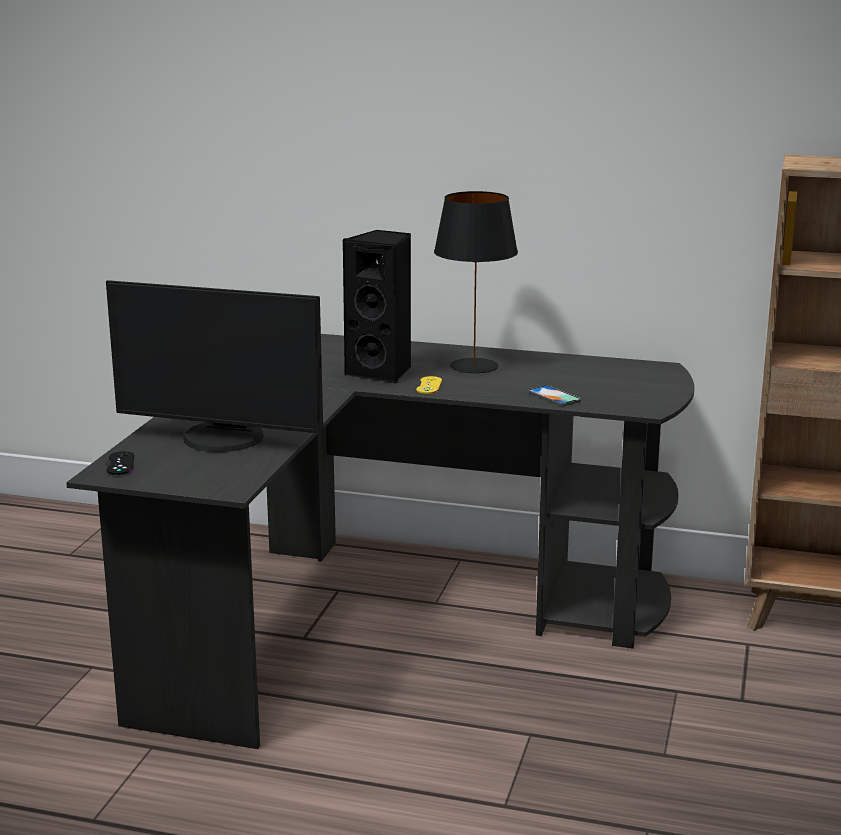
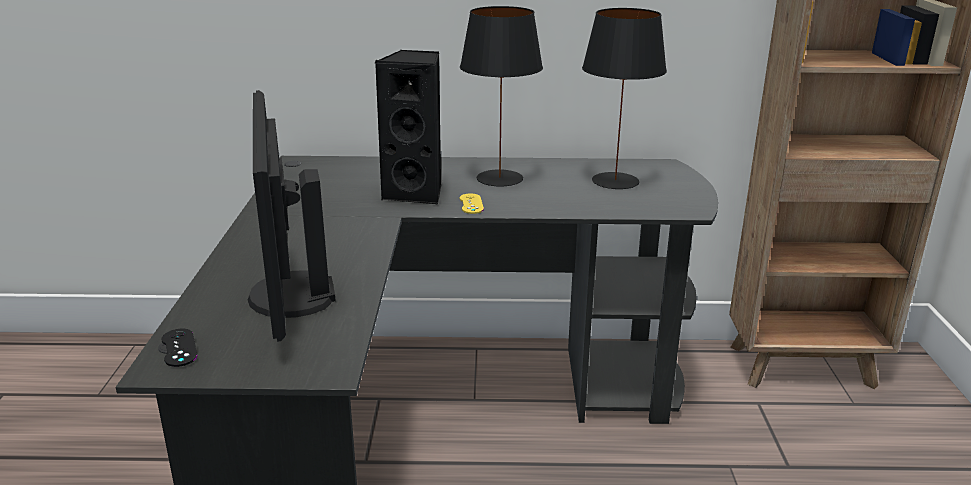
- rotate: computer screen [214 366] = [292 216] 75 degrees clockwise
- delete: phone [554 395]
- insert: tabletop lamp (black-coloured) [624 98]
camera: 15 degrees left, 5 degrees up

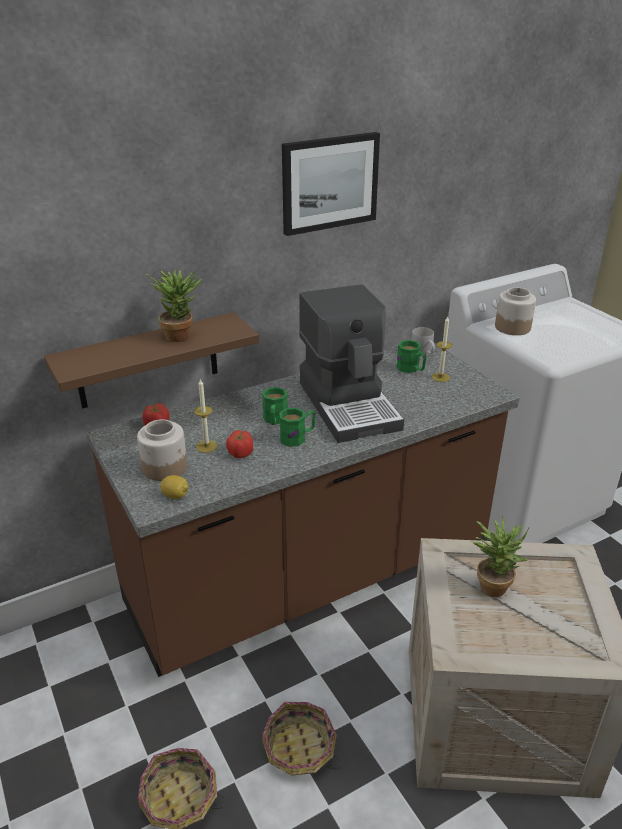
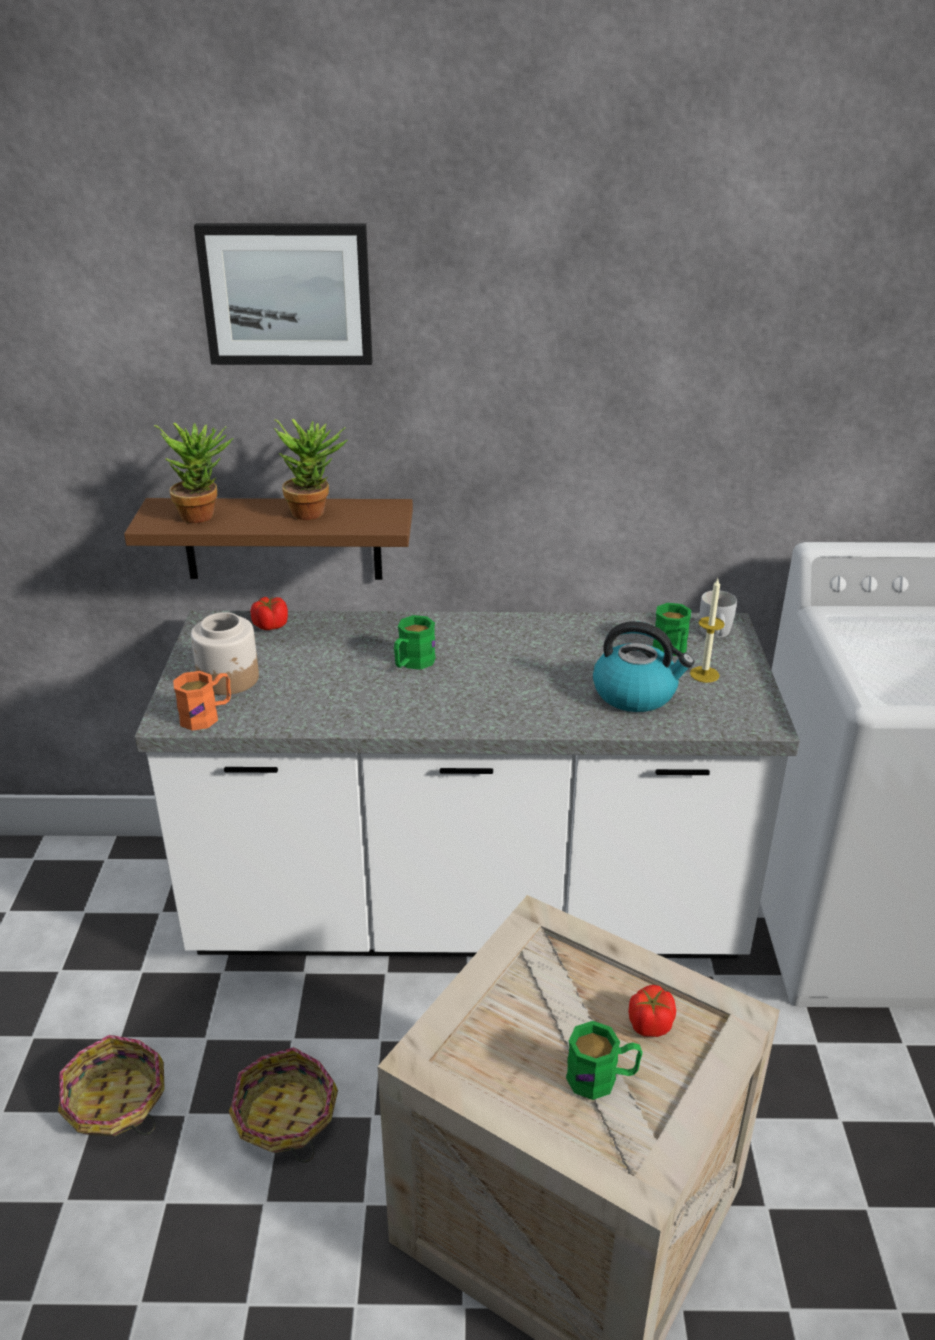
- recolor: kitchen counter (brown) [302 509] to kitchen counter (white) [467 784]
- replace: whole lemon [174 487] to mug (orange) [202 701]
- delete: candle [205 416]
- move: tomato [239 444] to [652 1011]
- move: mug (green-coloured) [297 427] to [604 1060]
- move: picture [331 184] to [283 294]
- delete: coffee maker [351 364]
- move: houseplant [500 556] to [193 473]
- delete: preserve jar [515 311]
- insert: tea kettle [643 666]
camera: 30 degrees right, 0 degrees up

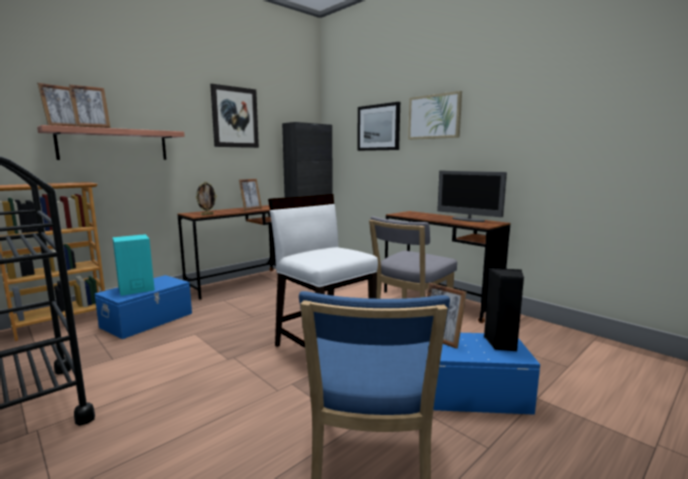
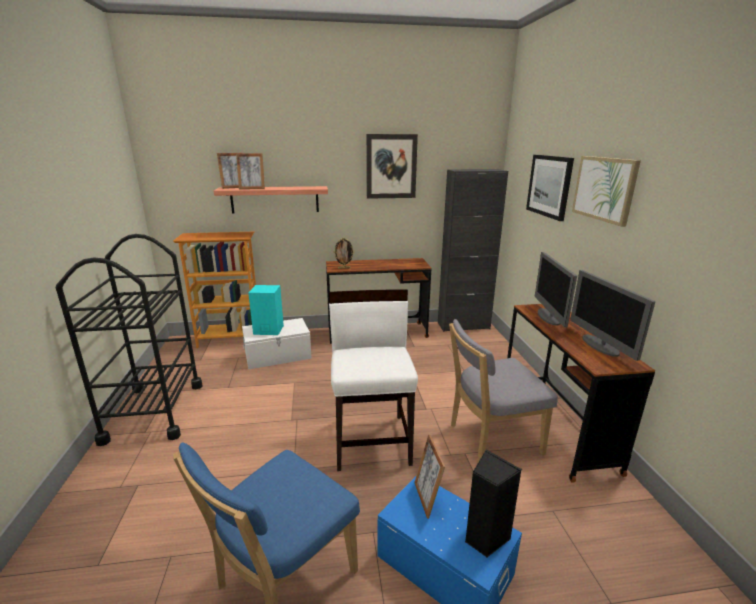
- recolor: storage container (bluish) [143 307] to storage container (white) [277 343]
- delete: photo frame [250 195]
- insert: computer screen [556 289]
camera: 35 degrees right, 10 degrees up

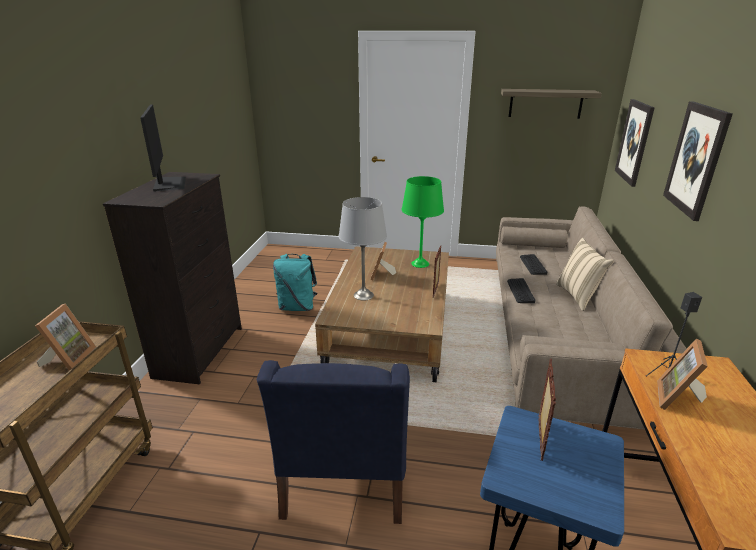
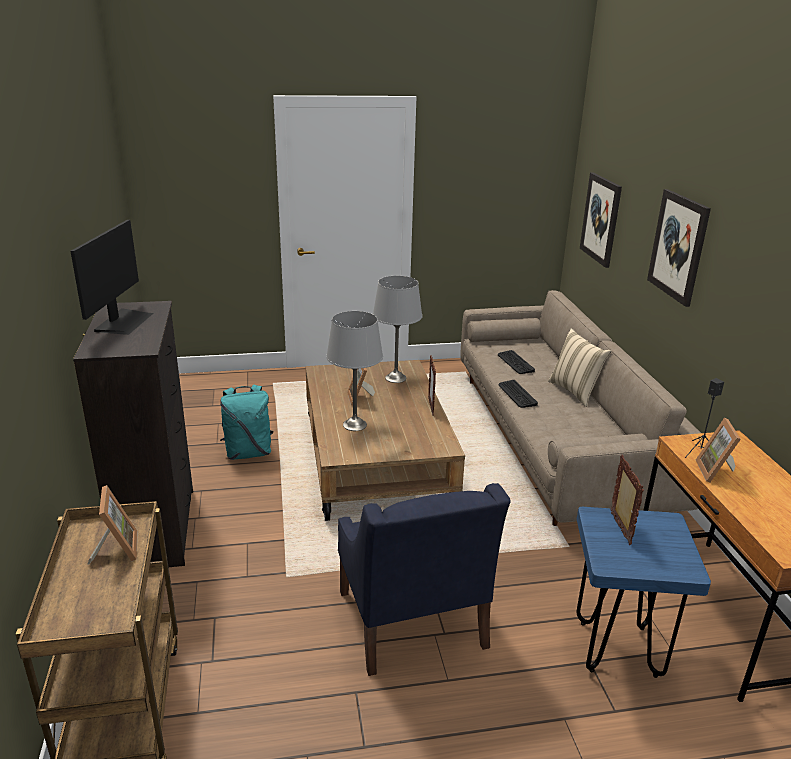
- rotate: computer screen [163 148] = [112 277] 45 degrees clockwise
- recolor: tabletop lamp (green-coloured) [423 222] to tabletop lamp (grey) [397 329]
- delete: shelf [551 104]
camera: 20 degrees left, 0 degrees up

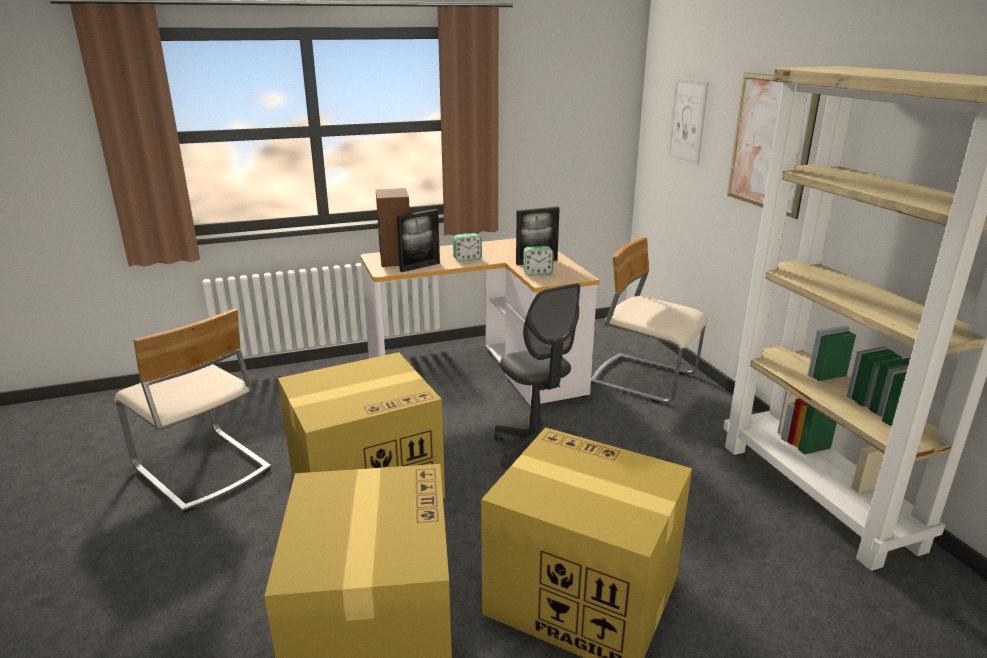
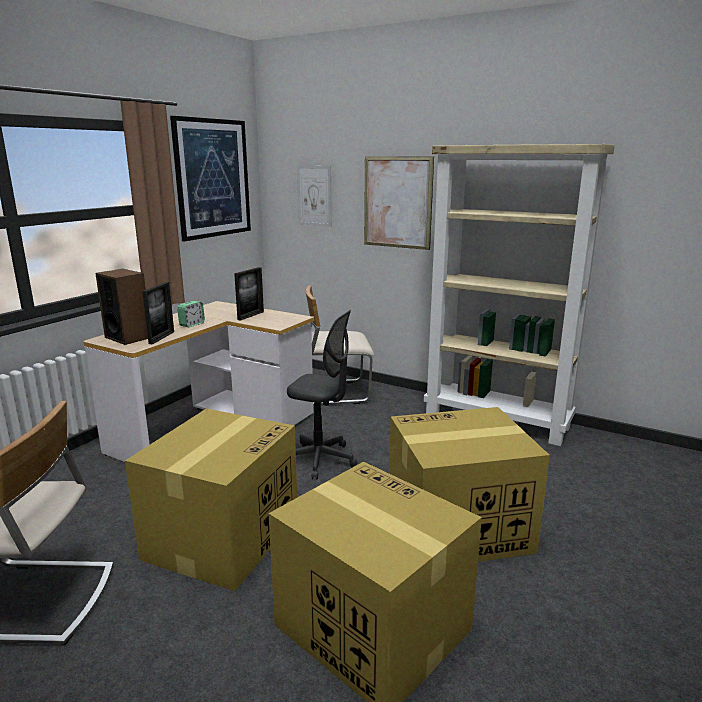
- delete: alarm clock [538 260]
- insert: picture [210 178]
camera: 40 degrees left, 5 degrees down

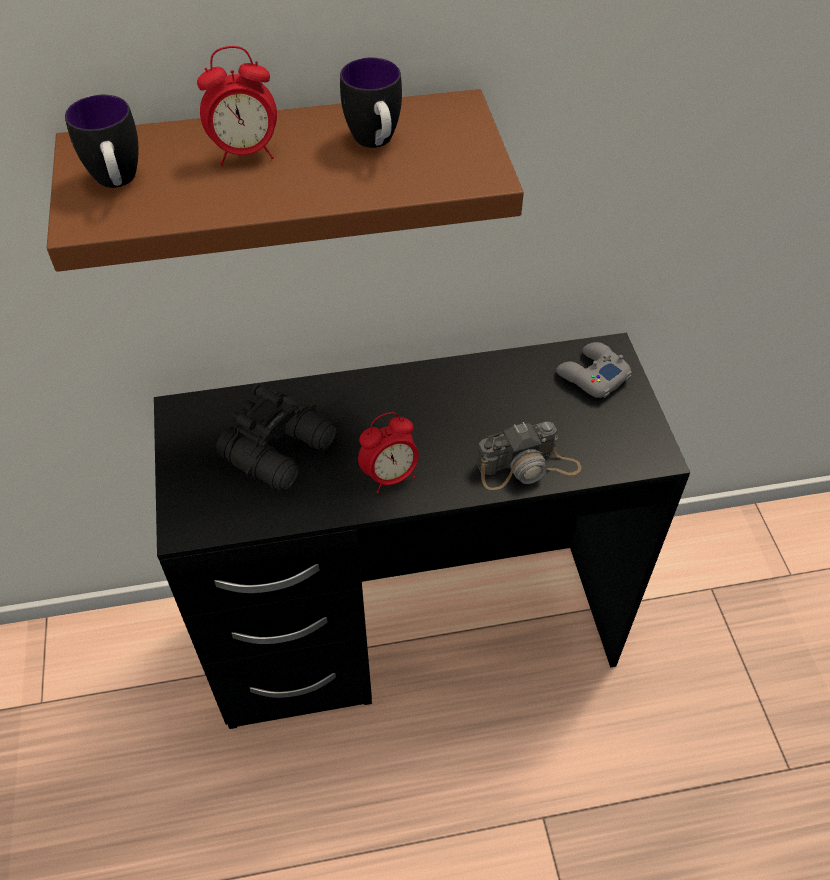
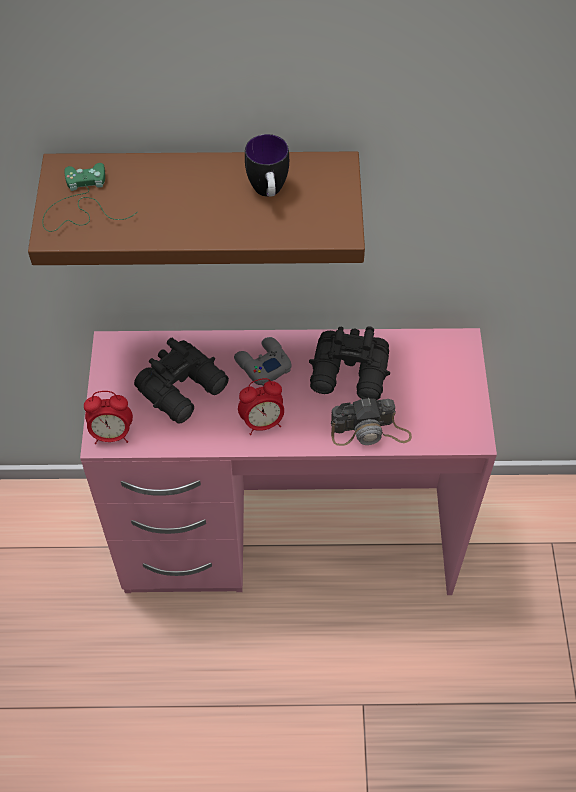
- replace: mug [102 141] to joypad (green-coloured) [89 197]
- recolor: desk (black-coloured) [422 531] to desk (pinkish) [288 461]
- move: alarm clock [237 106] to [108 417]
- move: joypad (grey) [594 370] to [262 361]
- insert: pair of binoculars (black-coloured) [349 363]
camera: 10 degrees right, 5 degrees up

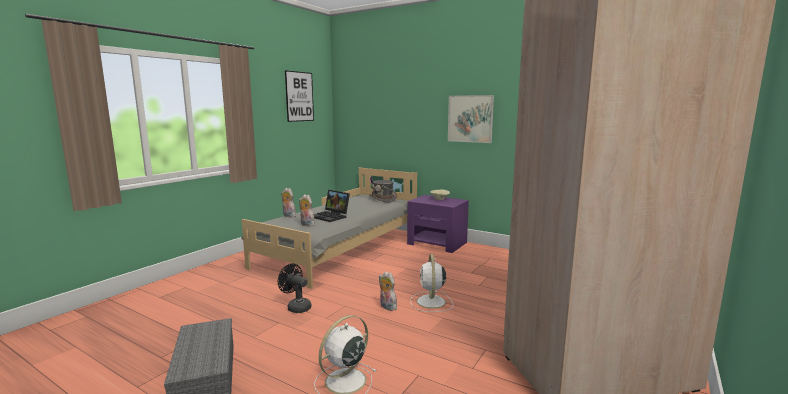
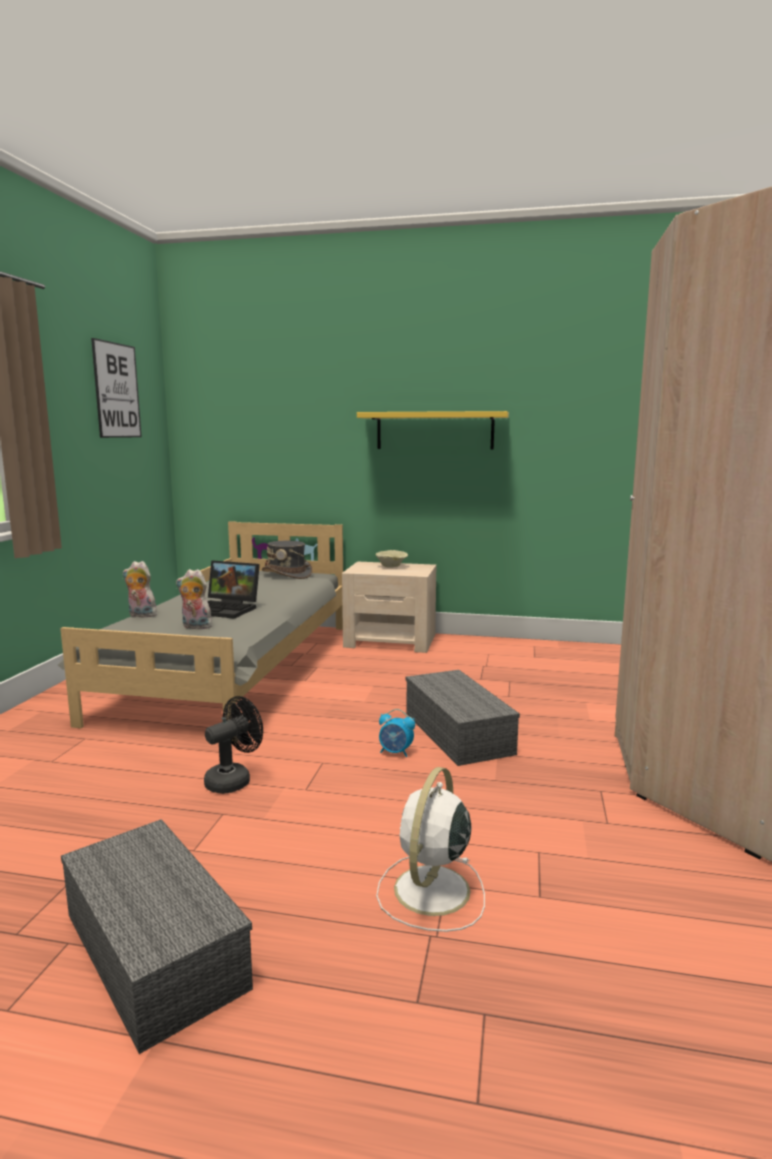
- rotate: electric fan (black-coloured) [294 288] = [233 745] 120 degrees clockwise
- replace: cuddly toy [388 291] to alarm clock [397 733]
- recolor: night table (purple) [438 224] to night table (beige) [389 607]
- replace: electric fan (white) [432 283] to storage container (grey) [463 718]
- replace: picture [471 119] to shelf (yellow) [433 430]
camera: 20 degrees left, 0 degrees up

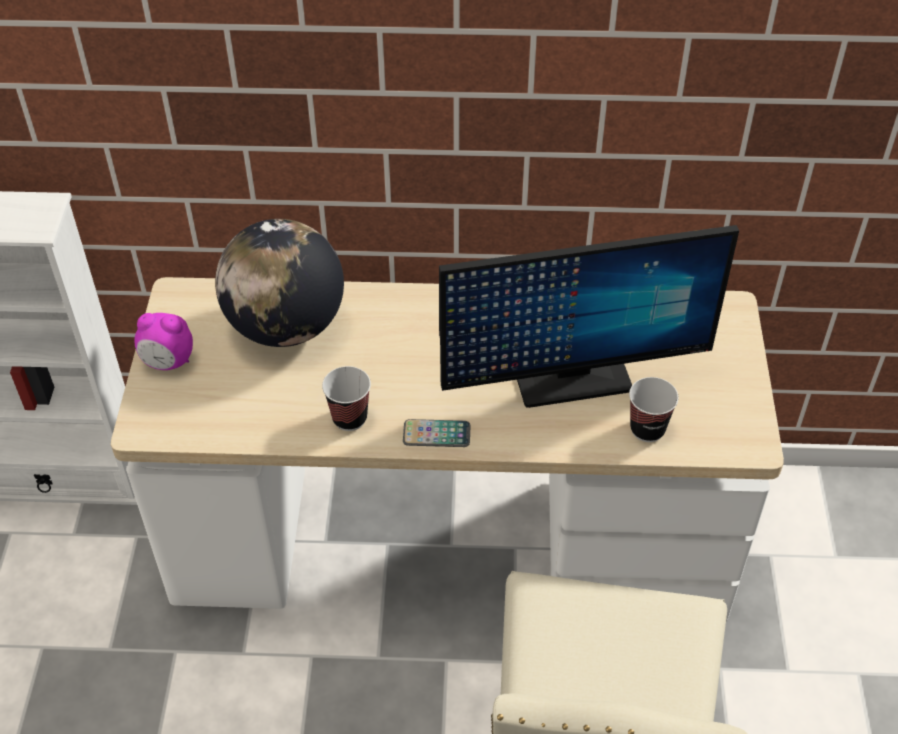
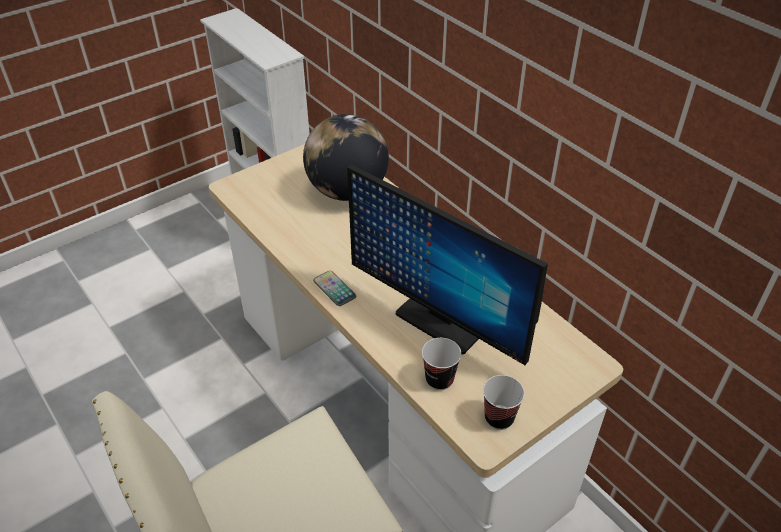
- delete: alarm clock [163 341]
- move: small cup [346 398] to [504 402]
camera: 50 degrees right, 5 degrees down

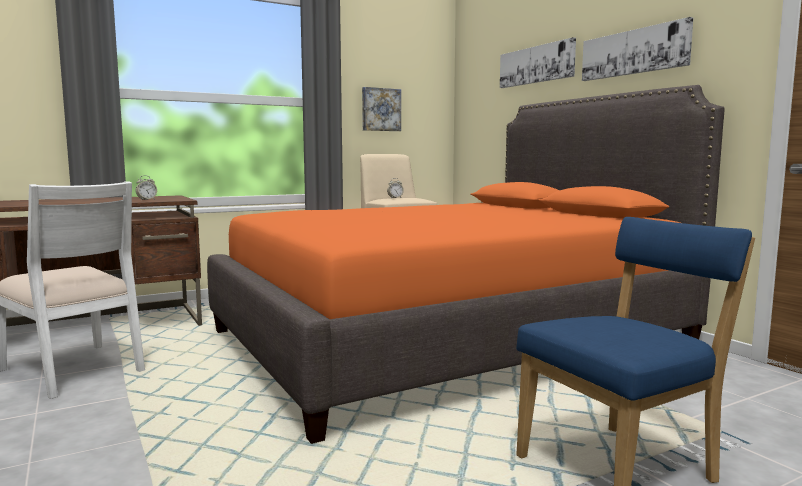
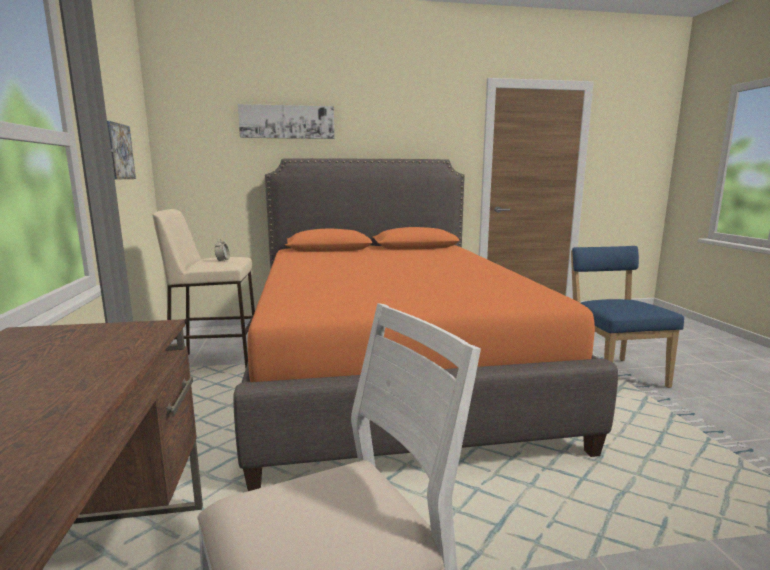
- delete: alarm clock [146 187]
- delete: picture [637 49]
camera: 70 degrees left, 5 degrees up

